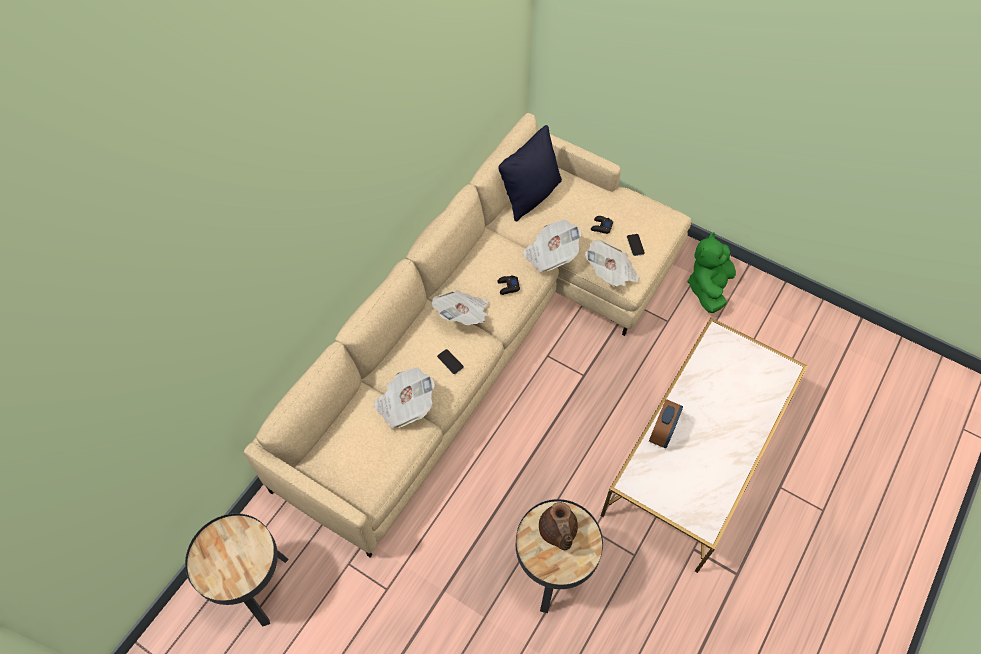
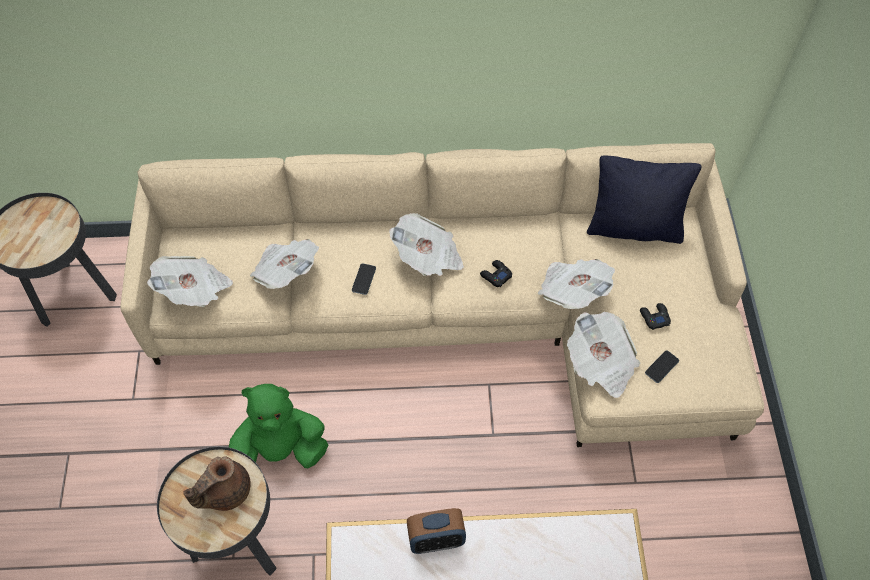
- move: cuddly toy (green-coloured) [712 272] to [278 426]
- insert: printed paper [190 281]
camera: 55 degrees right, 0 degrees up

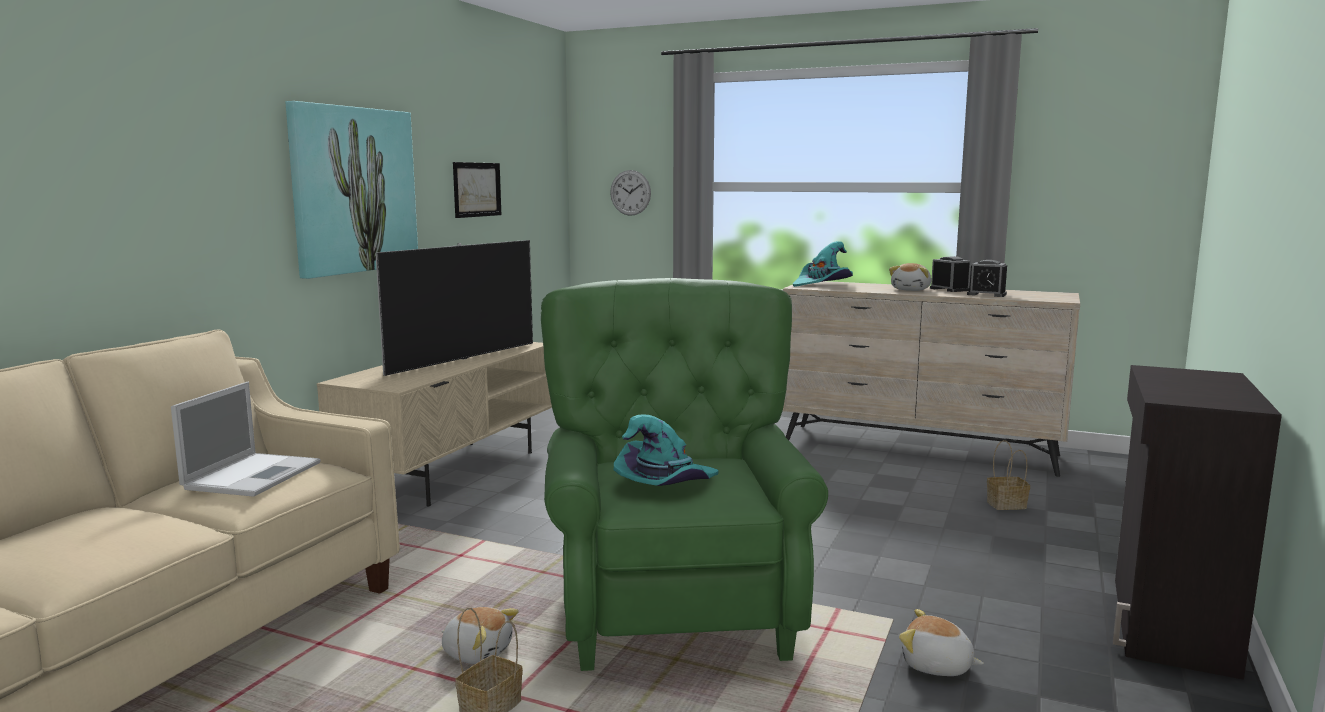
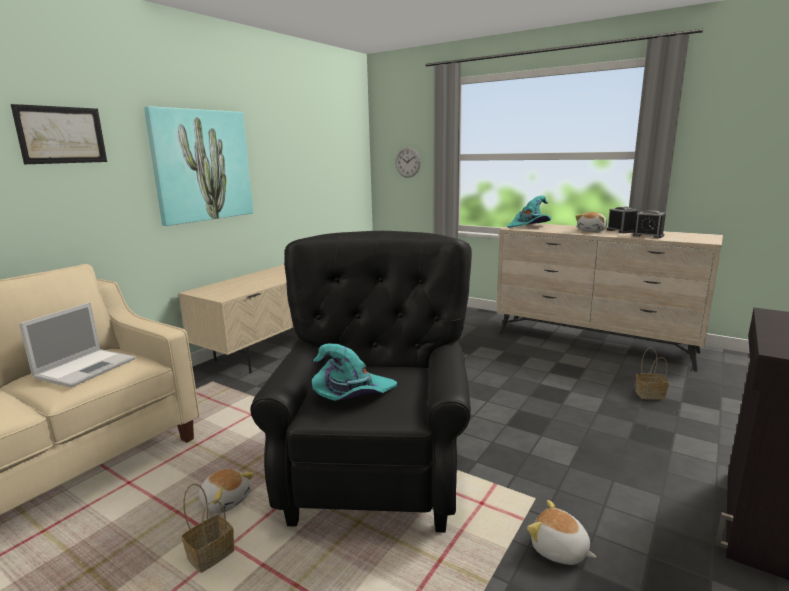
- delete: TV set [454 308]
- move: picture [477 190] to [59 134]
- recolor: lounge chair (green-coloured) [684 474] to lounge chair (black-coloured) [361 381]
camera: 10 degrees right, 5 degrees up

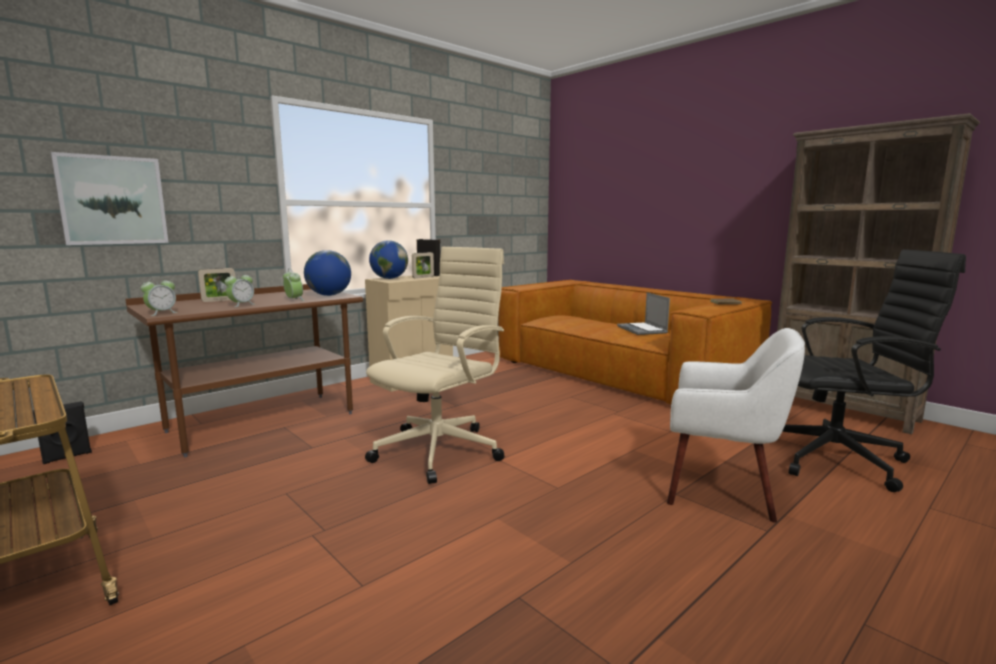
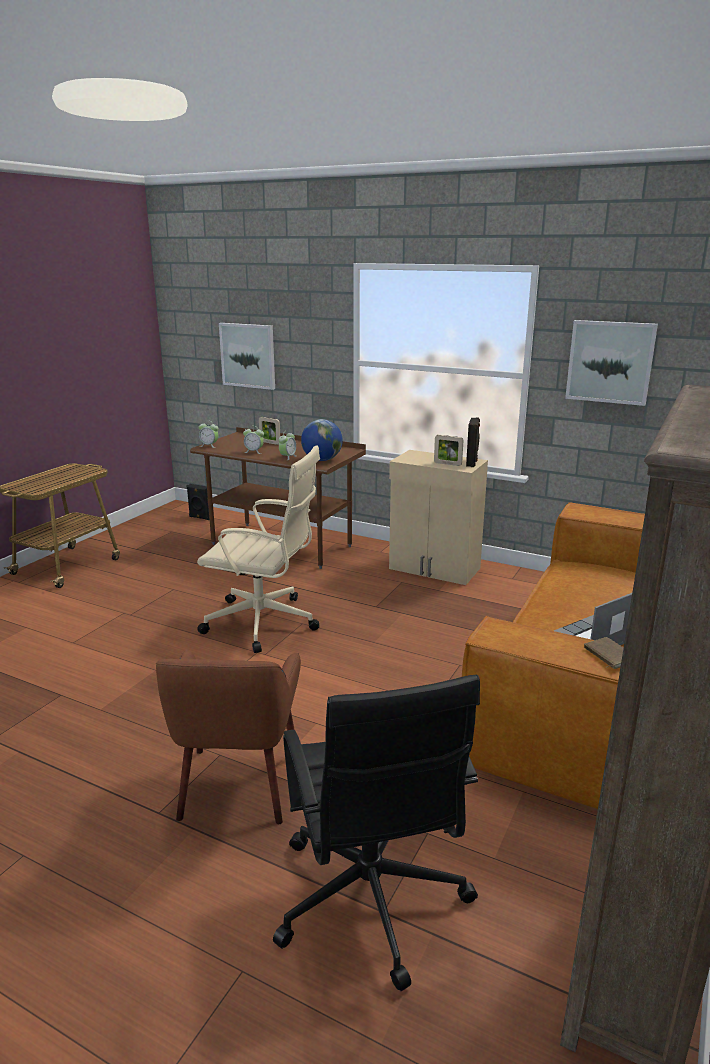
- delete: globe [388 259]
- recolor: lounge chair (white) [736 425] to lounge chair (brown) [228 737]
- insert: picture [611 363]
camera: 70 degrees right, 10 degrees up

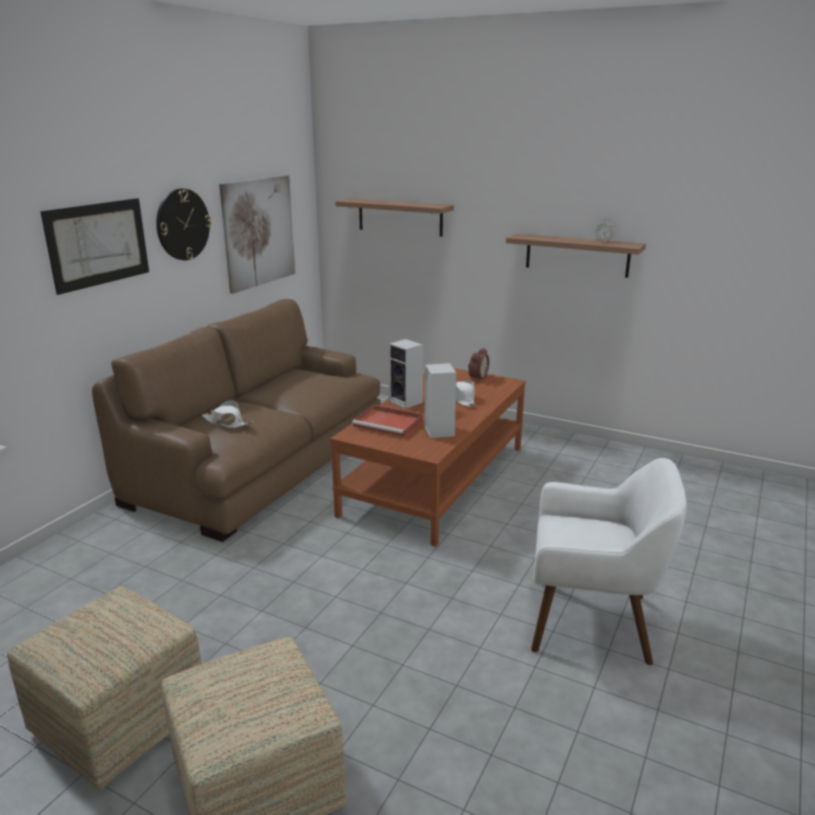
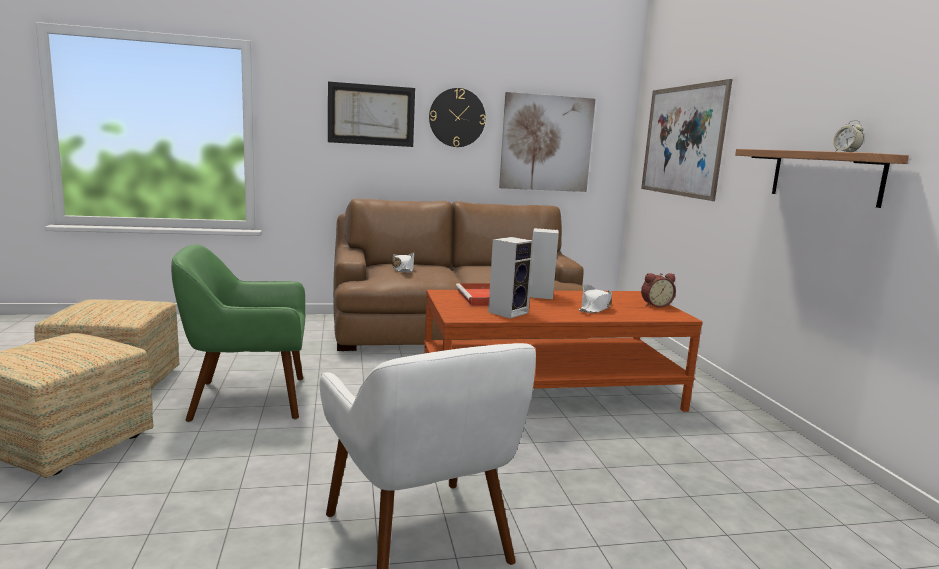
- replace: shelf [394 217] to picture [687 140]
- insert: lounge chair (green-coloured) [238 333]
camera: 50 degrees right, 10 degrees down

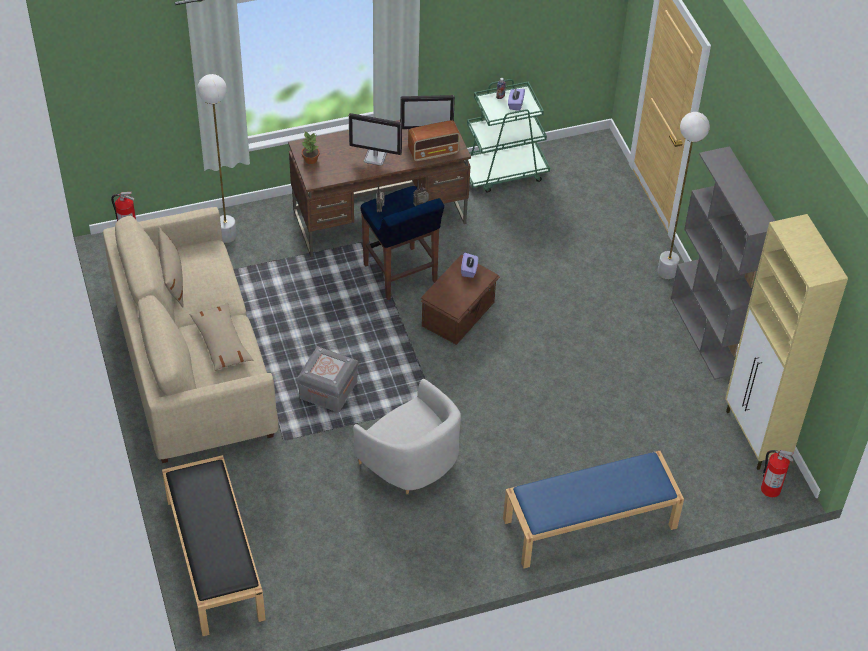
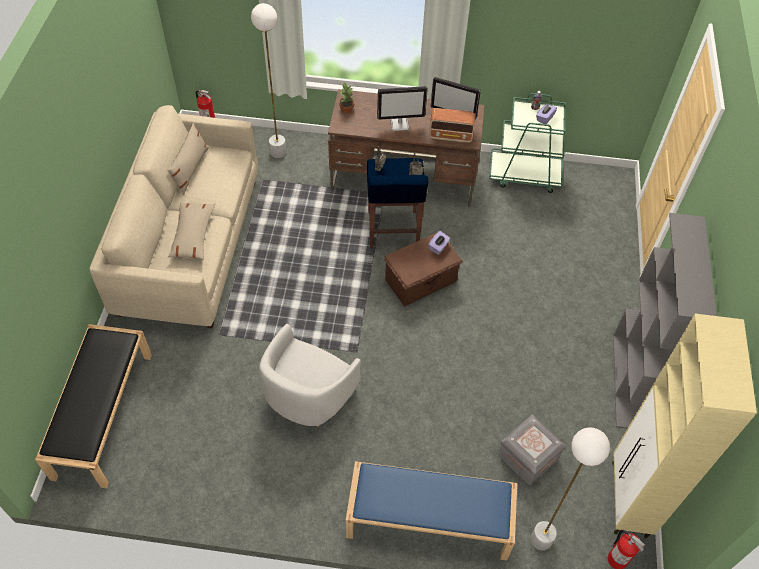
- move: storage container (grey) [328 379] to [532 449]
- rotate: computer screen [375 139] = [402 108] 45 degrees counterclockwise
- rotate: lounge chair (white) [407 436] = [310 375] 45 degrees clockwise
- move: standard lamp (white) [683 195] to [570 489]
camera: 25 degrees right, 5 degrees up

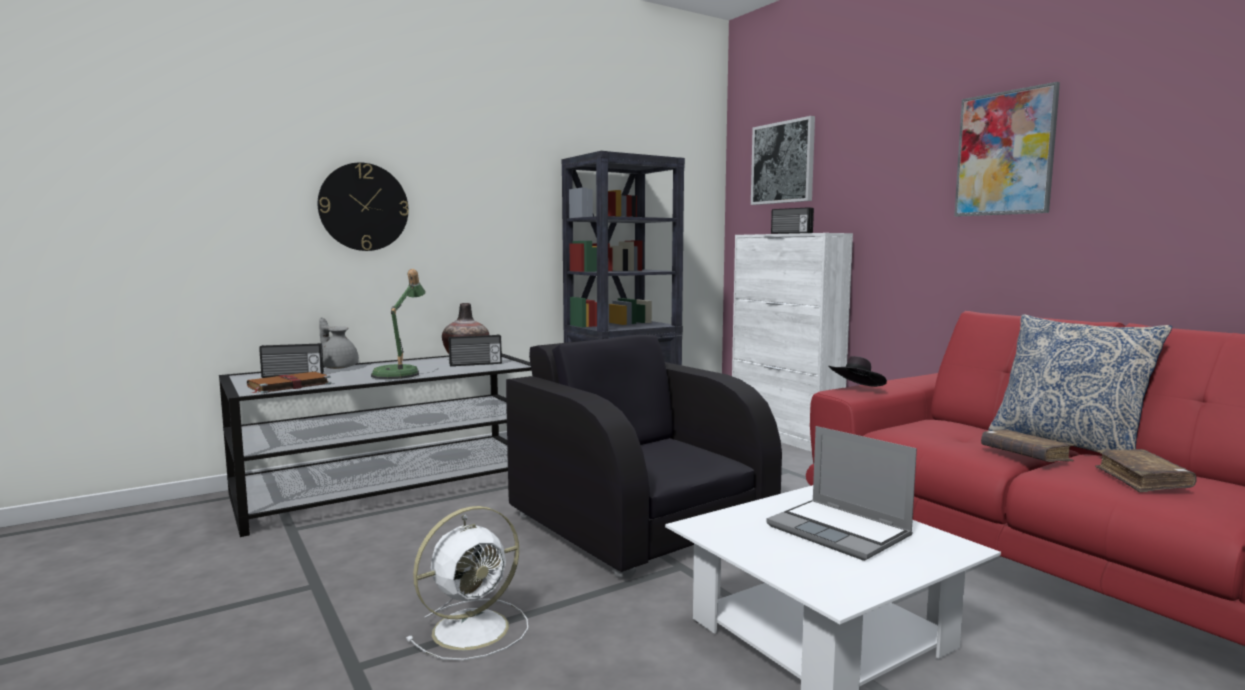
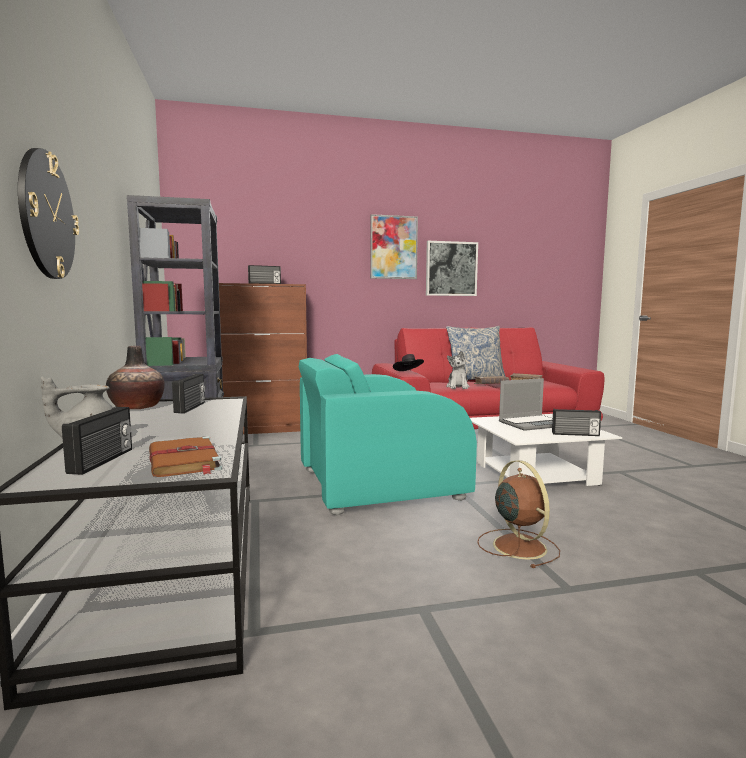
- delete: tabletop lamp [398 324]
- recolor: electric fan (white) [467 583] to electric fan (brown) [518 514]
- recolor: lounge chair (black-coloured) [644 457] to lounge chair (turquoise) [388 435]
- recolor: cupboard (white) [792 342] to cupboard (brown) [263 358]
- move: picture [783 160] to [452 268]
- insert: cuddly toy [458 370]
- insert: radio set [576 422]
camera: 70 degrees left, 0 degrees up

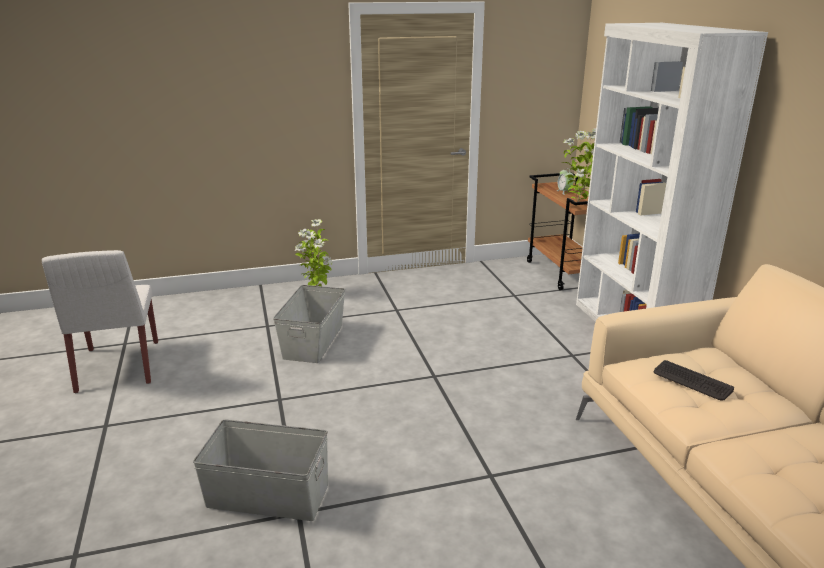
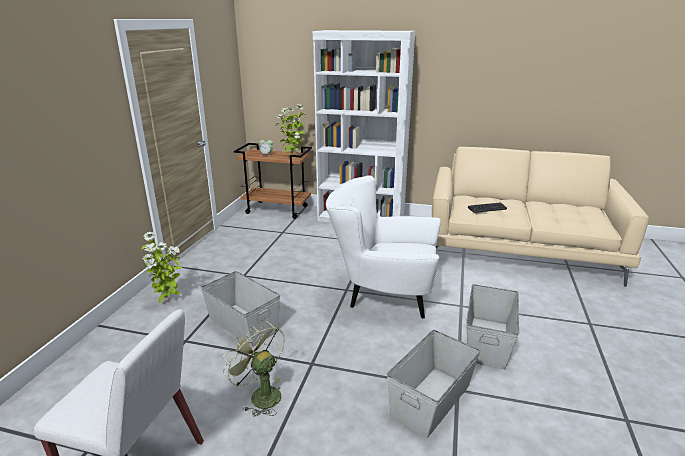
- insert: electric fan (green-coloured) [253 368]
- insert: lounge chair (white) [383 247]
- insert: storage container (grey) [492 326]
camera: 60 degrees left, 0 degrees up

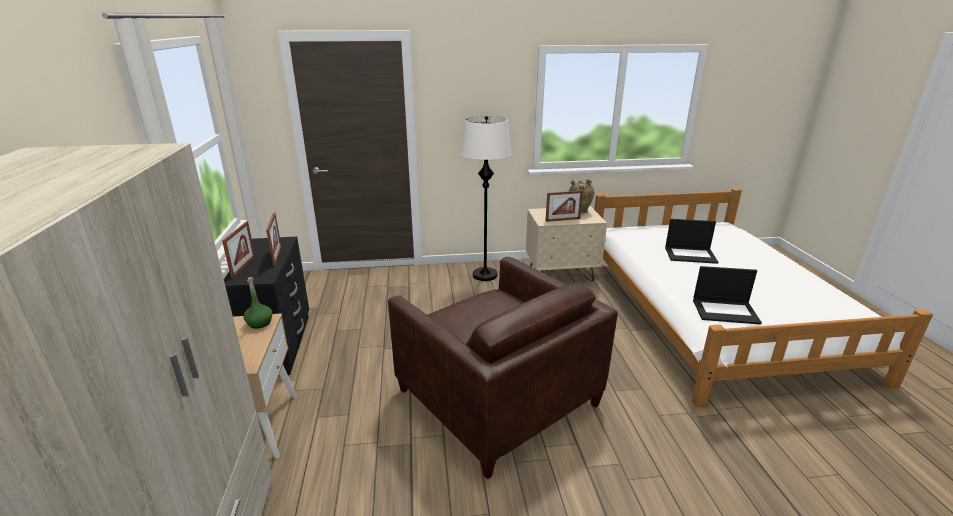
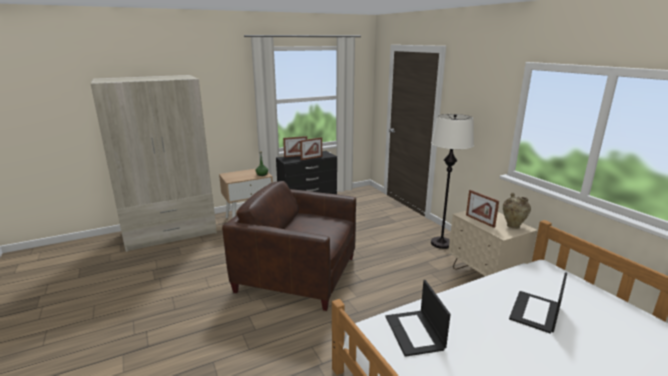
- rotate: lounge chair (brown) [503 368] = [289 246] 75 degrees clockwise
- rotate: notebook computer [691 241] = [538 303] 45 degrees clockwise
camera: 70 degrees right, 5 degrees down

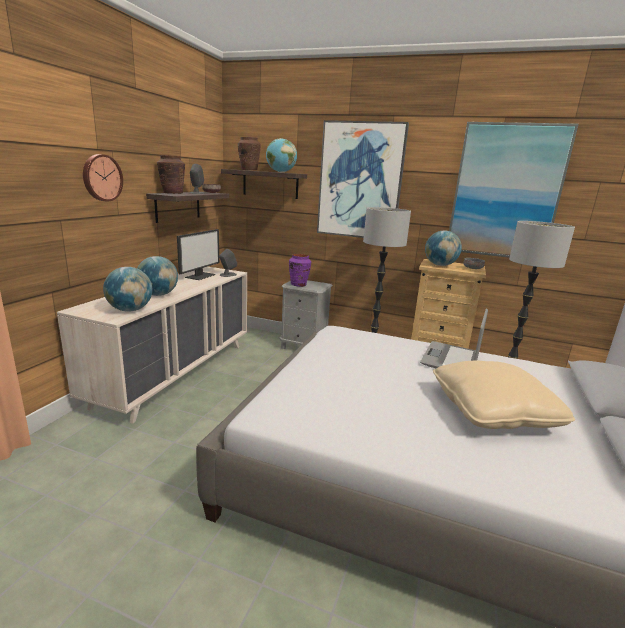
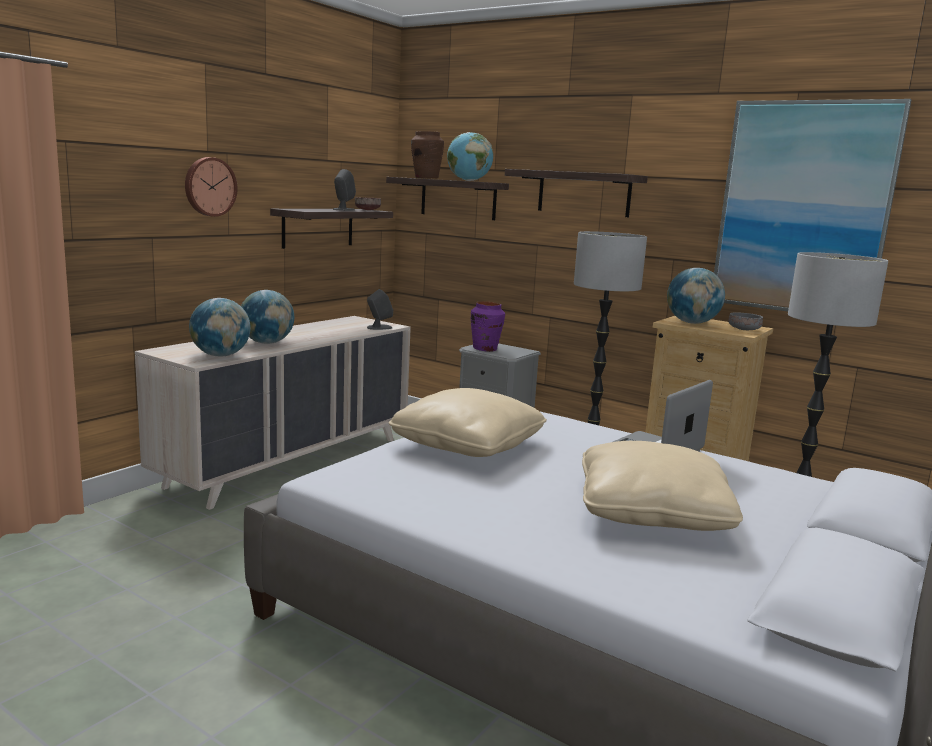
- delete: decorative vase (brown) [171 174]
- delete: computer screen [198 254]
- replace: picture [363 179] to shelf [576 193]
- insert: cushion (beige) [468 422]
camera: 15 degrees right, 5 degrees down

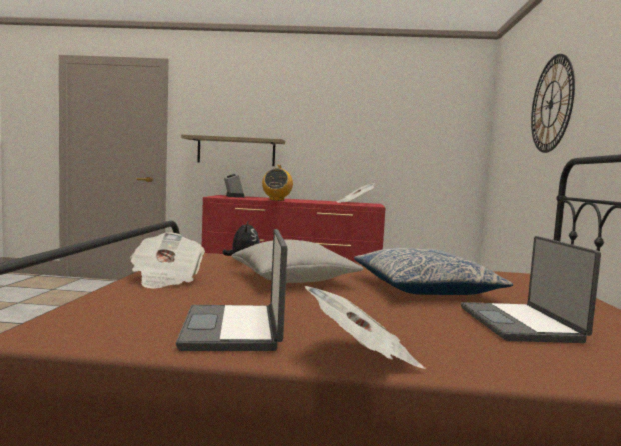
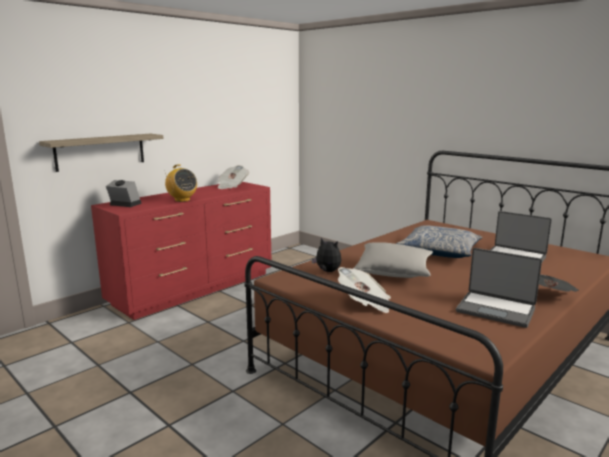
- delete: wall clock [553 103]
camera: 50 degrees left, 10 degrees up

